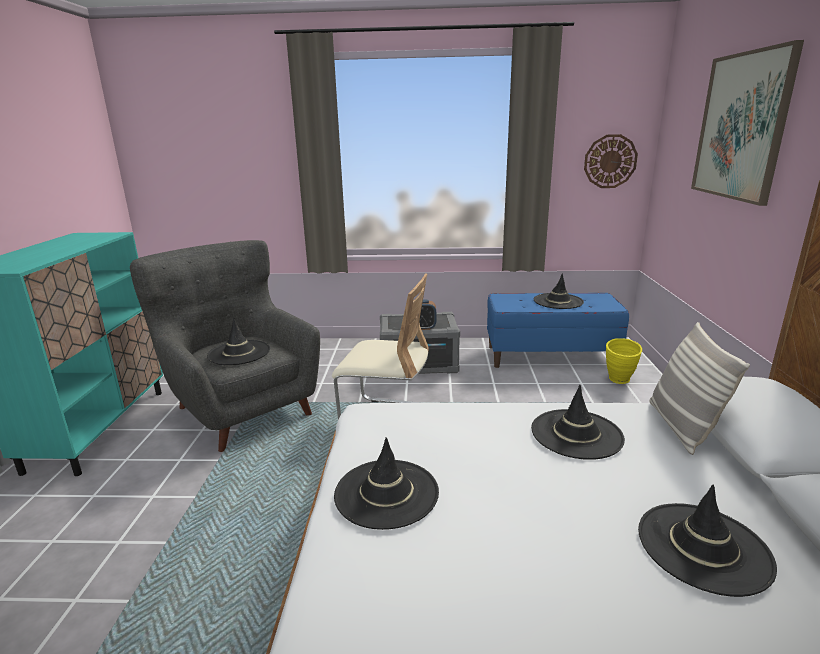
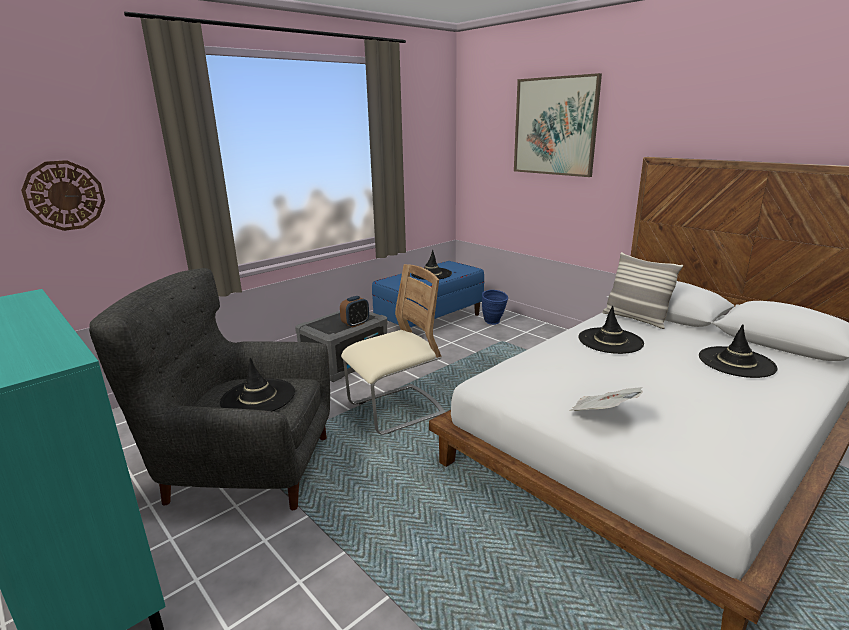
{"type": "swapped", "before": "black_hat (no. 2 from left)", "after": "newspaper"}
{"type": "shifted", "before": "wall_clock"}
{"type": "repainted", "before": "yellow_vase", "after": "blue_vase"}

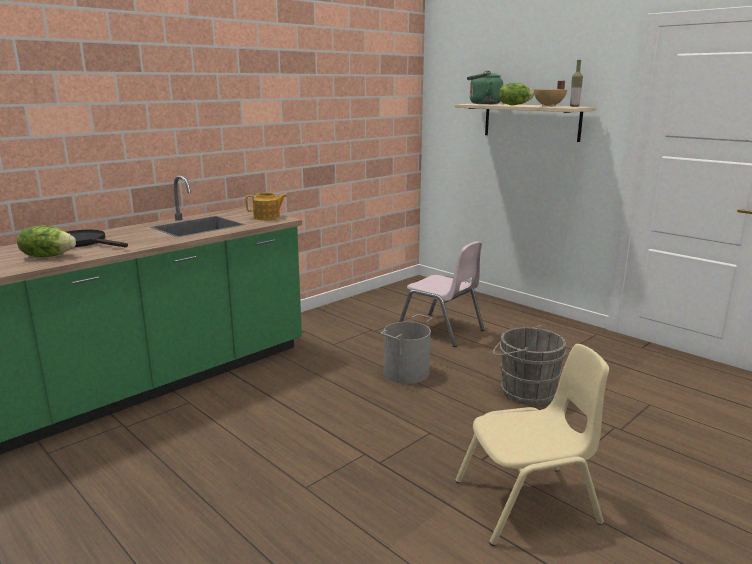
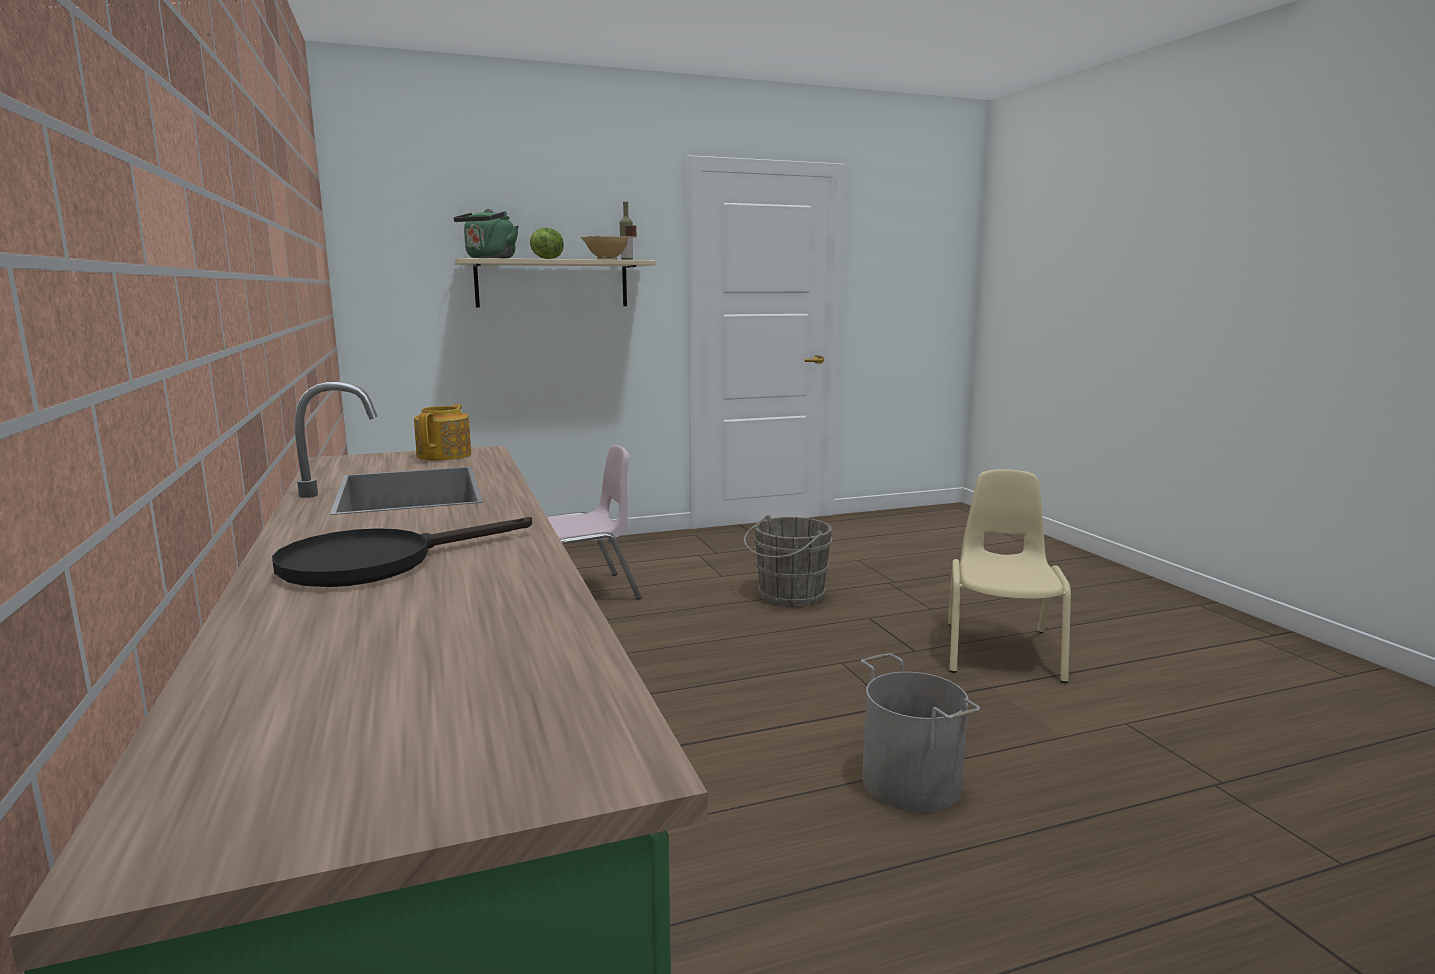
{"type": "gone", "before": "lettuce (no. 1 from left)"}
{"type": "shifted", "before": "grey_bucket (no. 1 from left in the first image)", "after": "grey_bucket (no. 2 from left)"}

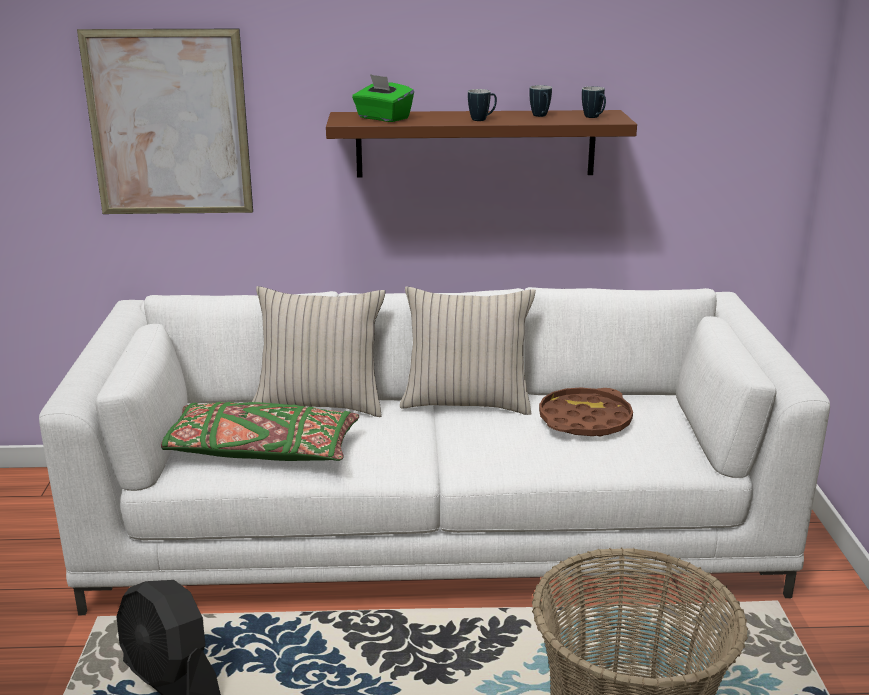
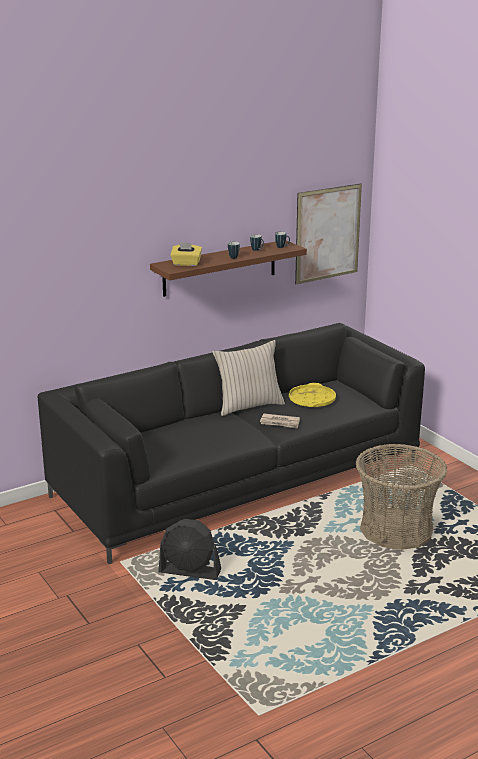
{"type": "repainted", "before": "white_sofa", "after": "black_sofa"}
{"type": "shifted", "before": "picture"}
{"type": "gone", "before": "green_pillow"}
{"type": "gone", "before": "beige_pillow (no. 1 from left)"}
{"type": "repainted", "before": "green_tissue_box", "after": "yellow_tissue_box"}
{"type": "repainted", "before": "brown_tray", "after": "yellow_tray"}
{"type": "new", "after": "newspaper"}

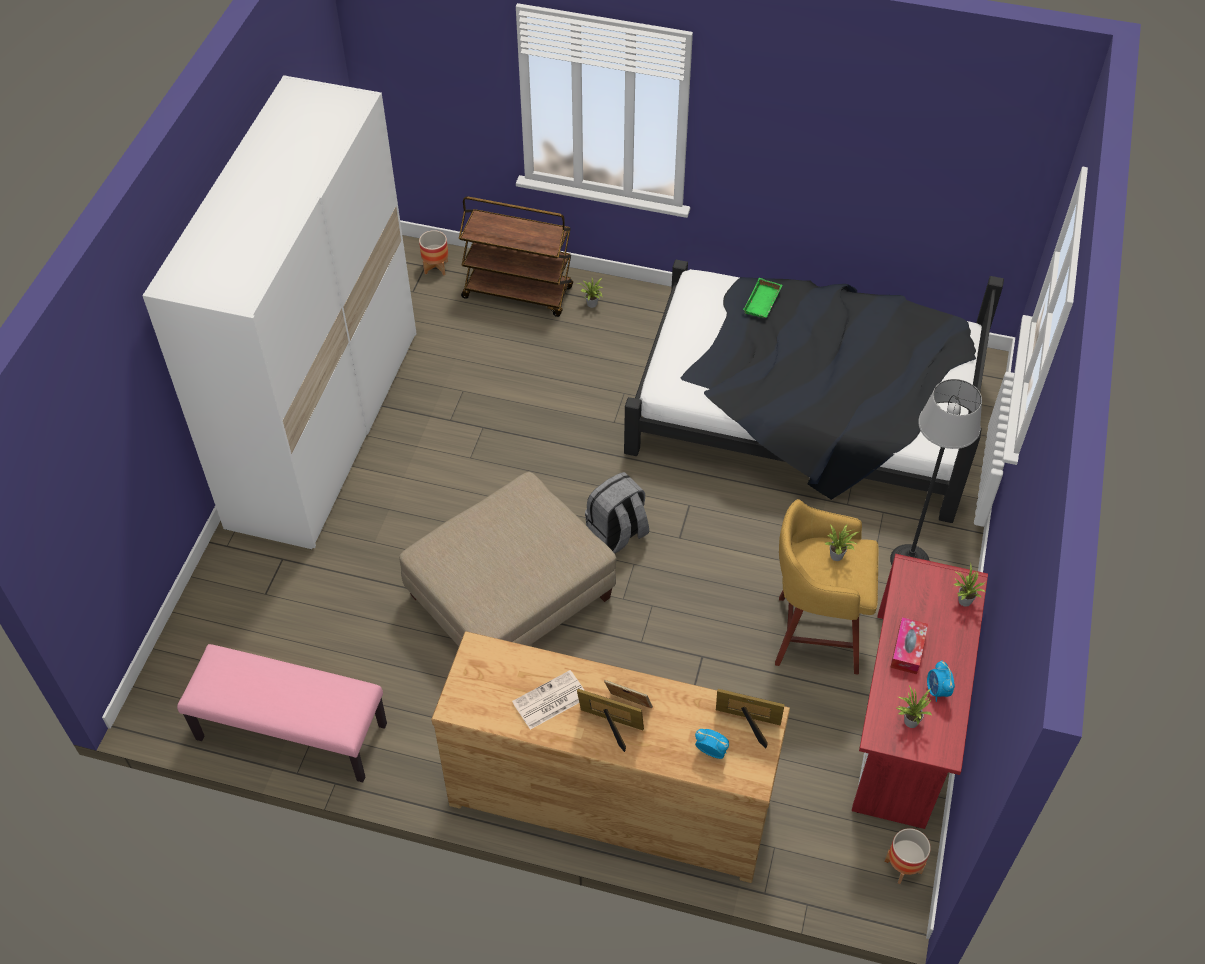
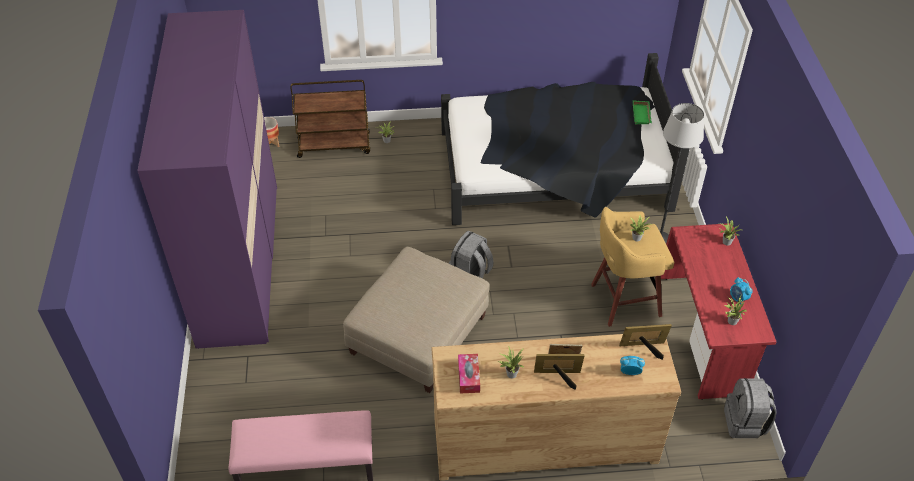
{"type": "repainted", "before": "white_wardrobe", "after": "purple_wardrobe"}
{"type": "swapped", "before": "newspaper", "after": "potted_plant (no. 2 from left)"}
{"type": "shifted", "before": "green_tray"}
{"type": "swapped", "before": "planter (no. 2 from left)", "after": "grey_backpack (no. 2 from left)"}
{"type": "shifted", "before": "tissue_box"}

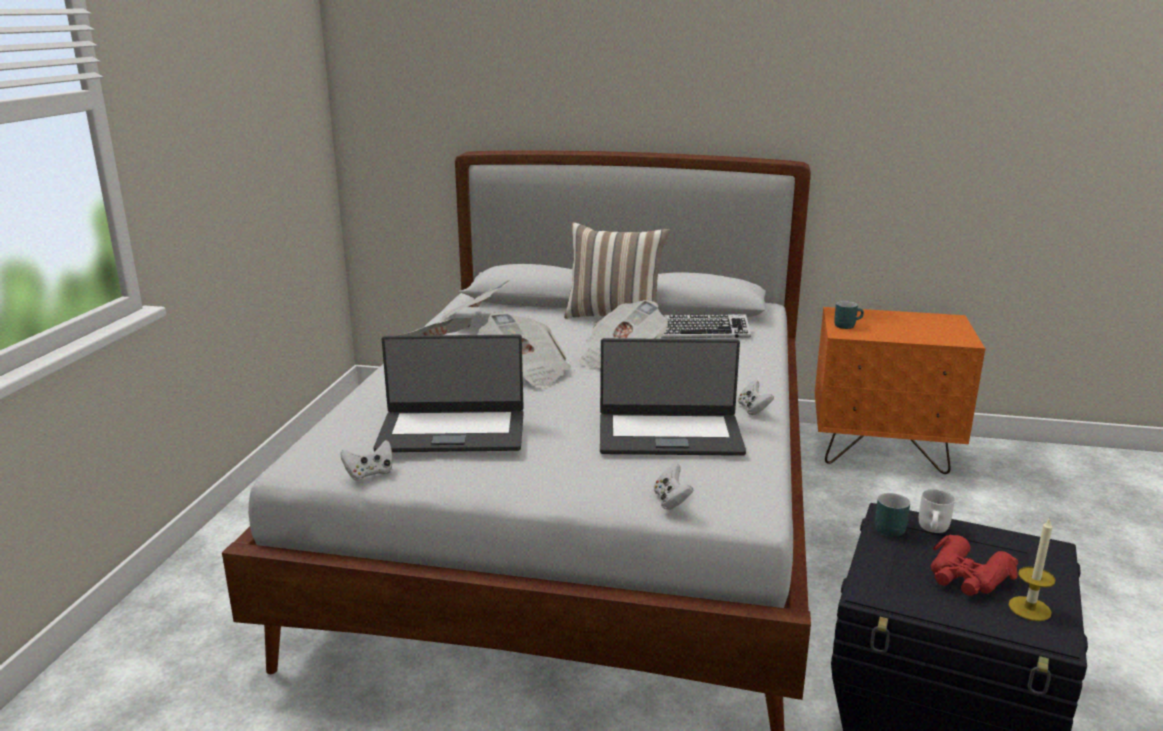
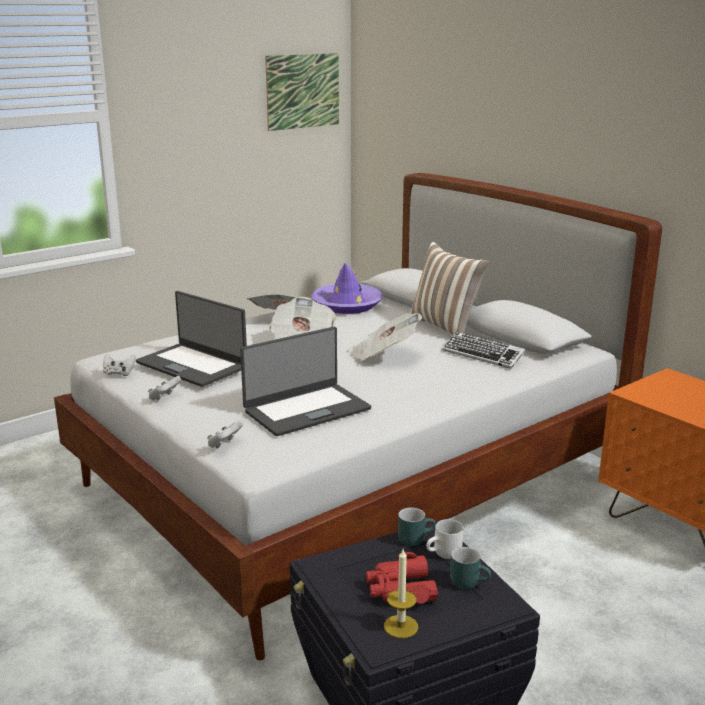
{"type": "swapped", "before": "newspaper (no. 2 from left)", "after": "purple_hat"}
{"type": "rotated", "before": "laptop (no. 2 from left)", "turn": -75}
{"type": "shifted", "before": "white_game_controller (no. 3 from left in the first image)", "after": "white_game_controller (no. 2 from left)"}
{"type": "shifted", "before": "turquoise_mug (no. 1 from left in the first image)", "after": "turquoise_mug (no. 2 from left)"}
{"type": "new", "after": "picture"}

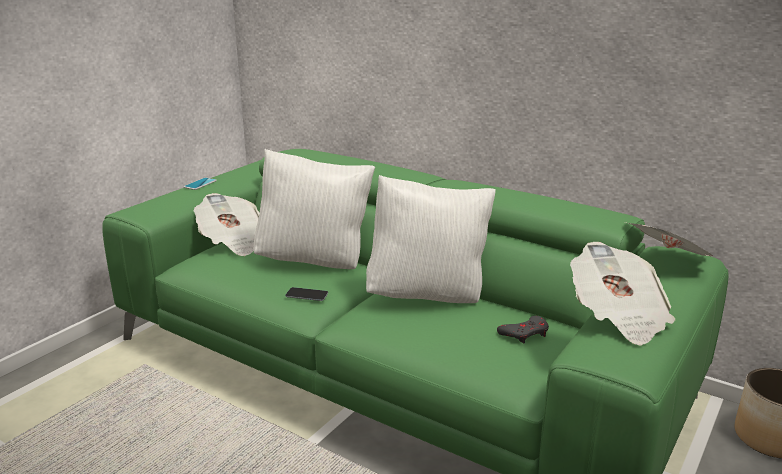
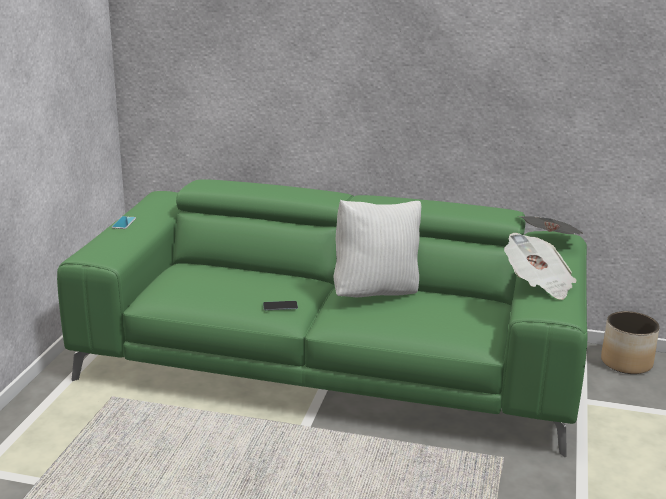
{"type": "gone", "before": "newspaper (no. 1 from left)"}
{"type": "gone", "before": "white_pillow (no. 1 from left)"}
{"type": "gone", "before": "grey_game_controller"}

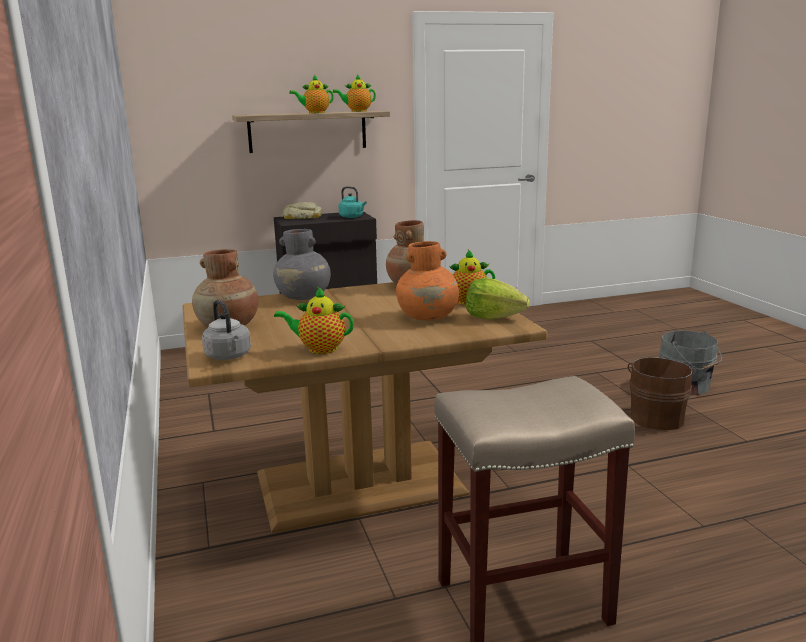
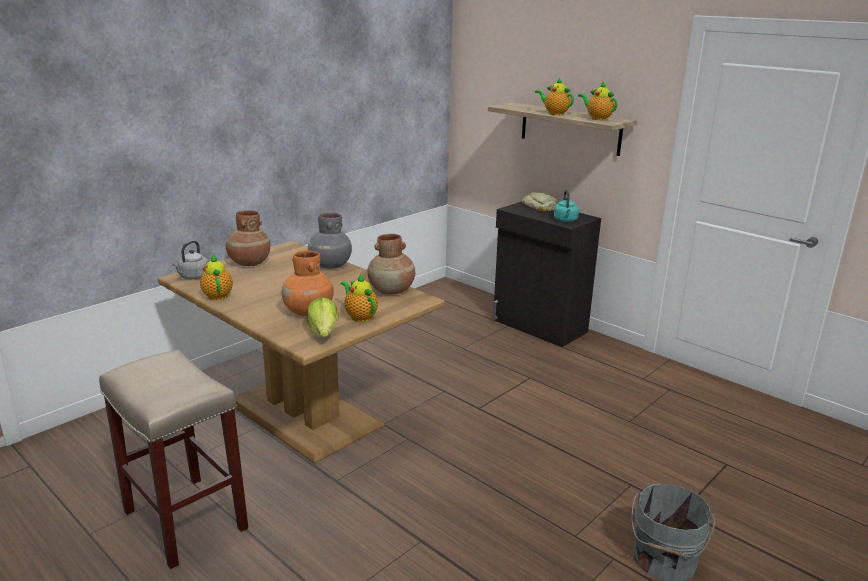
{"type": "gone", "before": "brown_bucket"}

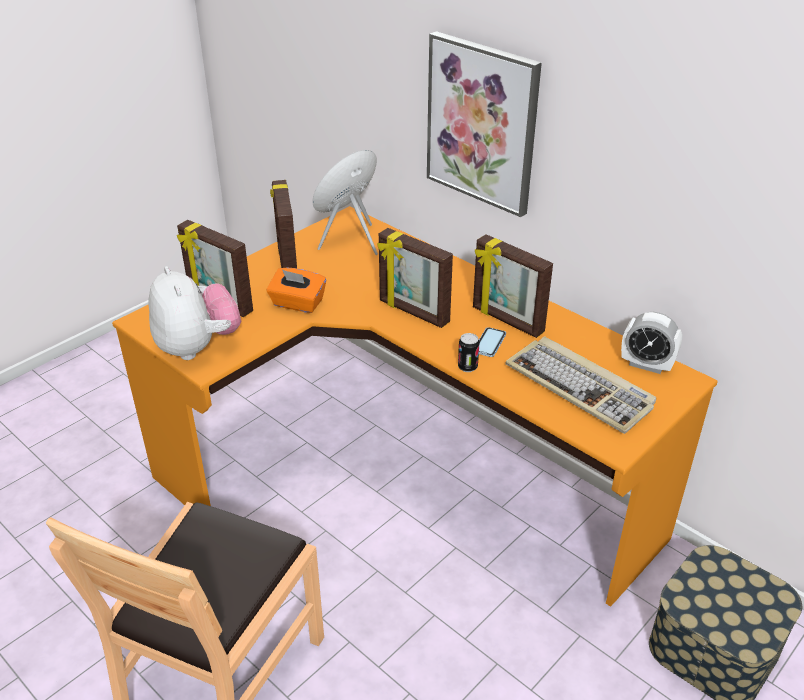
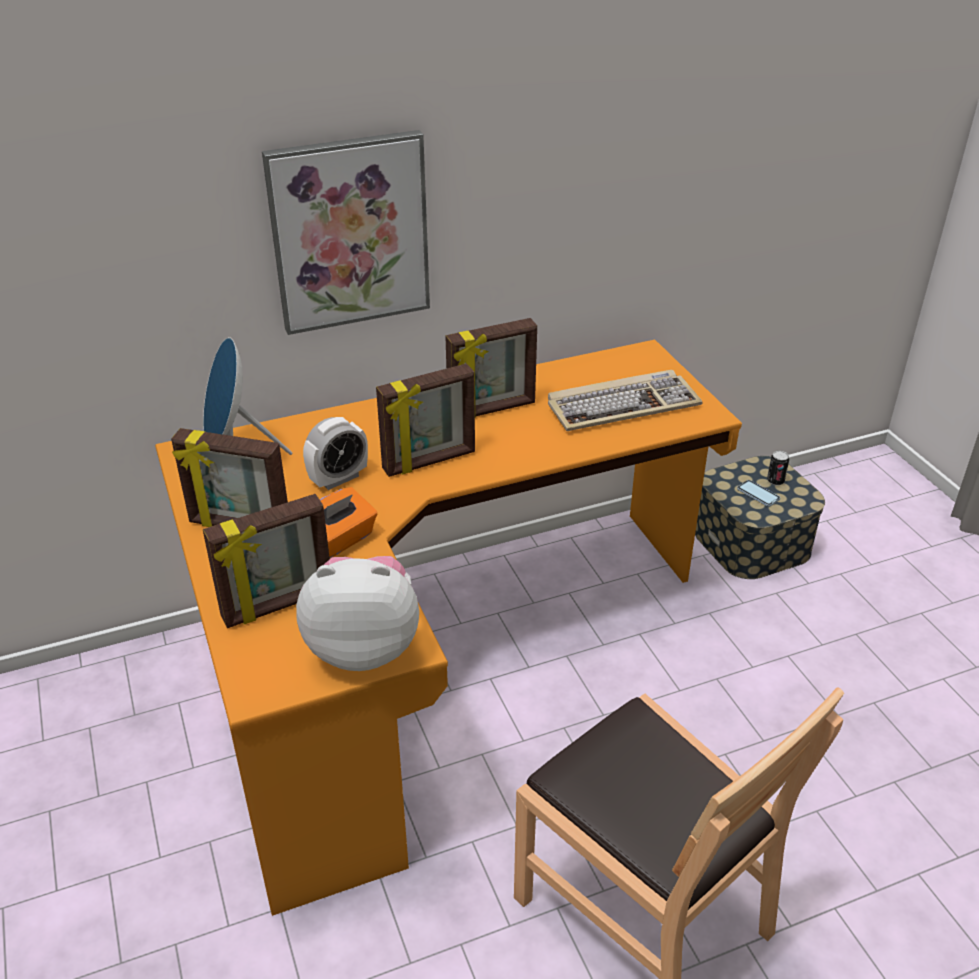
{"type": "shifted", "before": "can"}
{"type": "shifted", "before": "phone"}
{"type": "shifted", "before": "alarm_clock"}

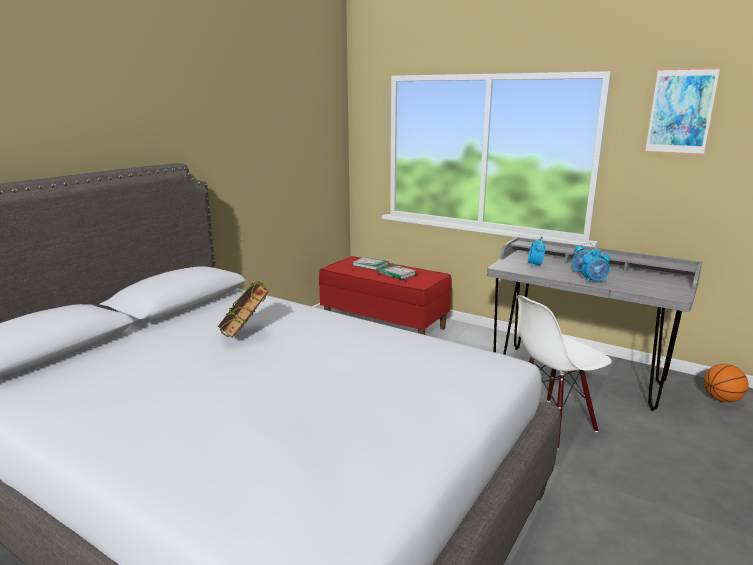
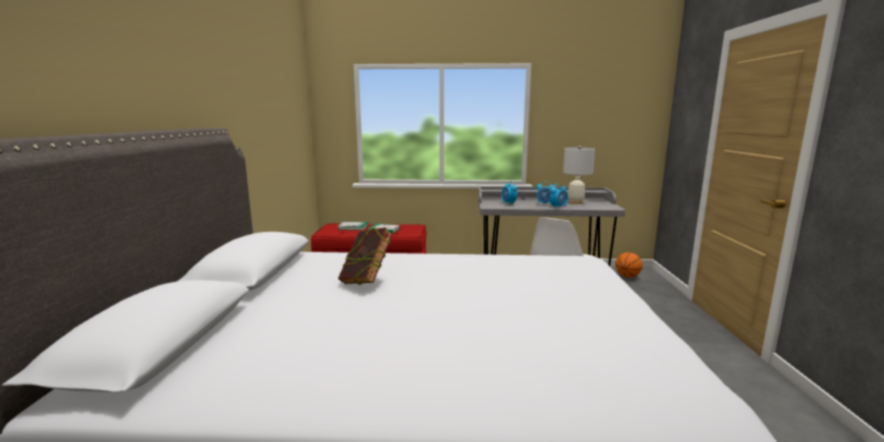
{"type": "gone", "before": "picture"}
{"type": "new", "after": "white_table_lamp"}

